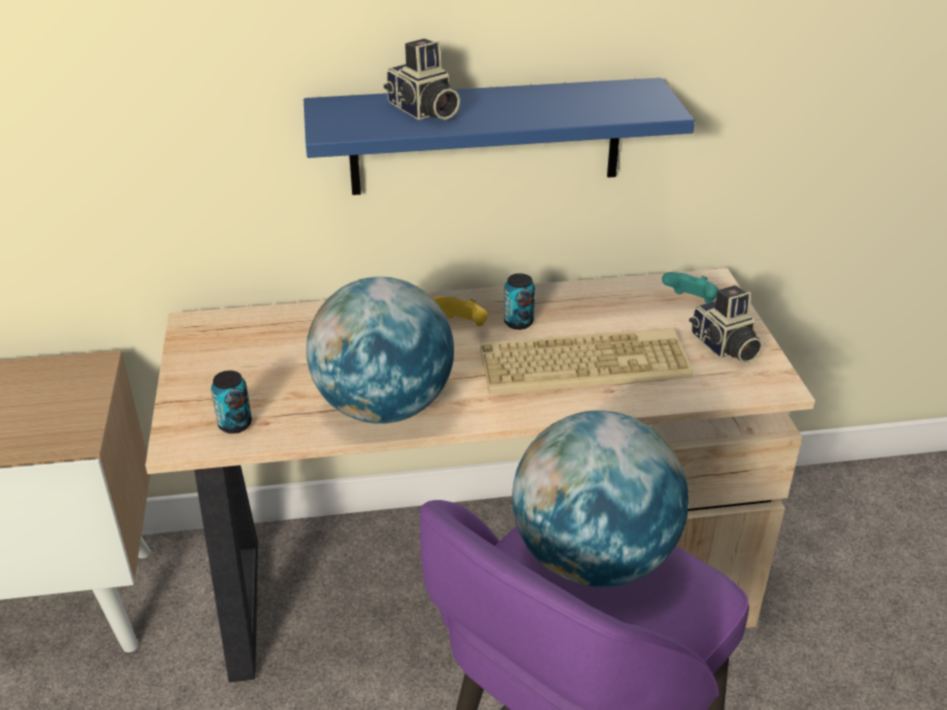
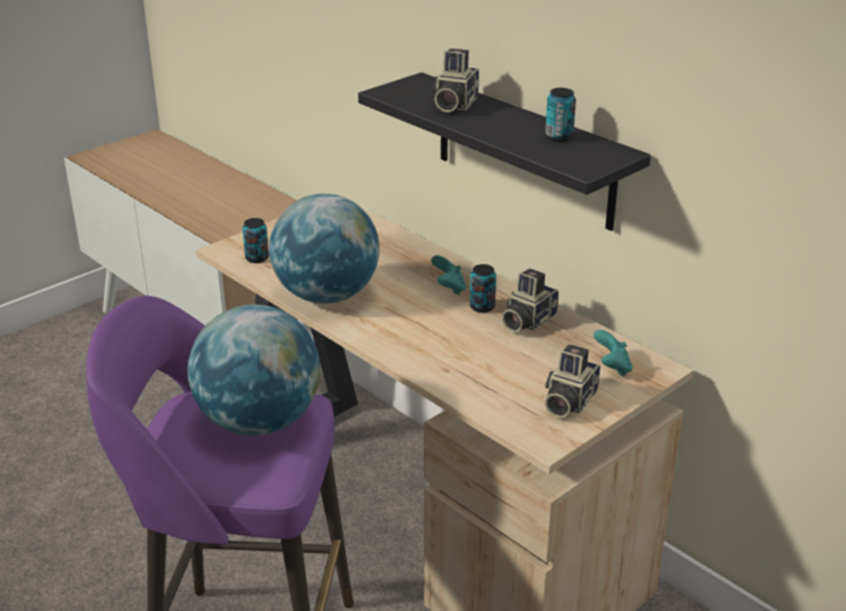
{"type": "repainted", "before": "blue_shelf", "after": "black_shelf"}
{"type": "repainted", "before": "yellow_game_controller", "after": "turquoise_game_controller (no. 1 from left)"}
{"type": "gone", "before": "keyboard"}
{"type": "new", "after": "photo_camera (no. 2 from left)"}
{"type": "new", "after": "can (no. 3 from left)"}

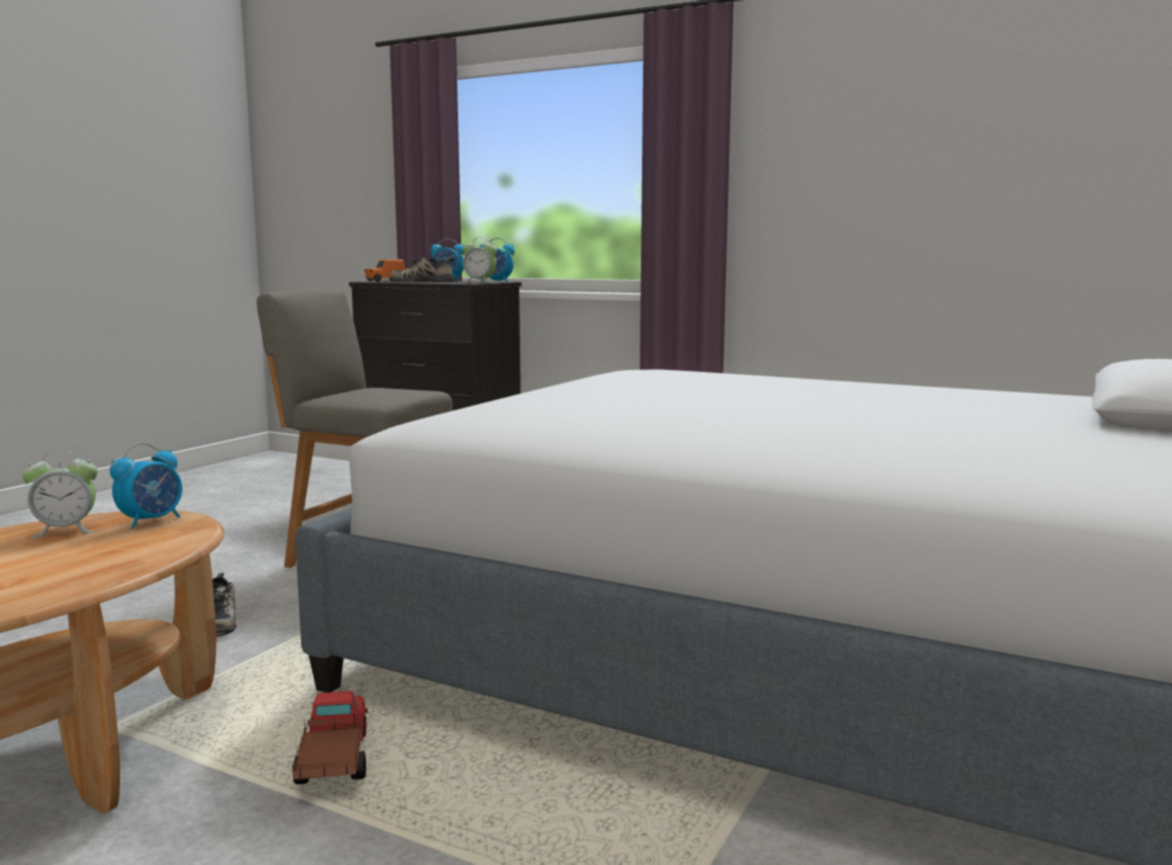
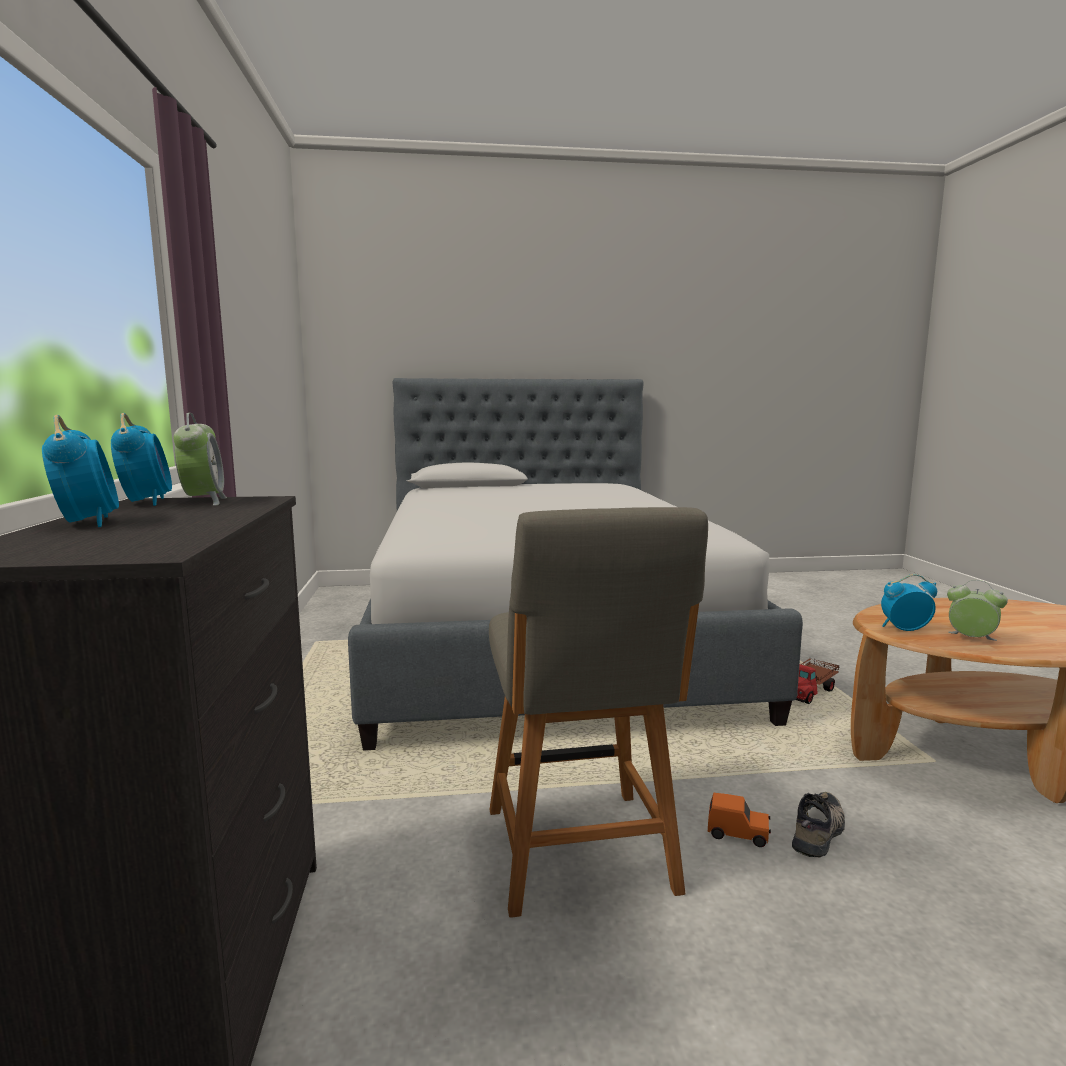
{"type": "shifted", "before": "orange_toy_car"}
{"type": "gone", "before": "shoe (no. 2 from left)"}

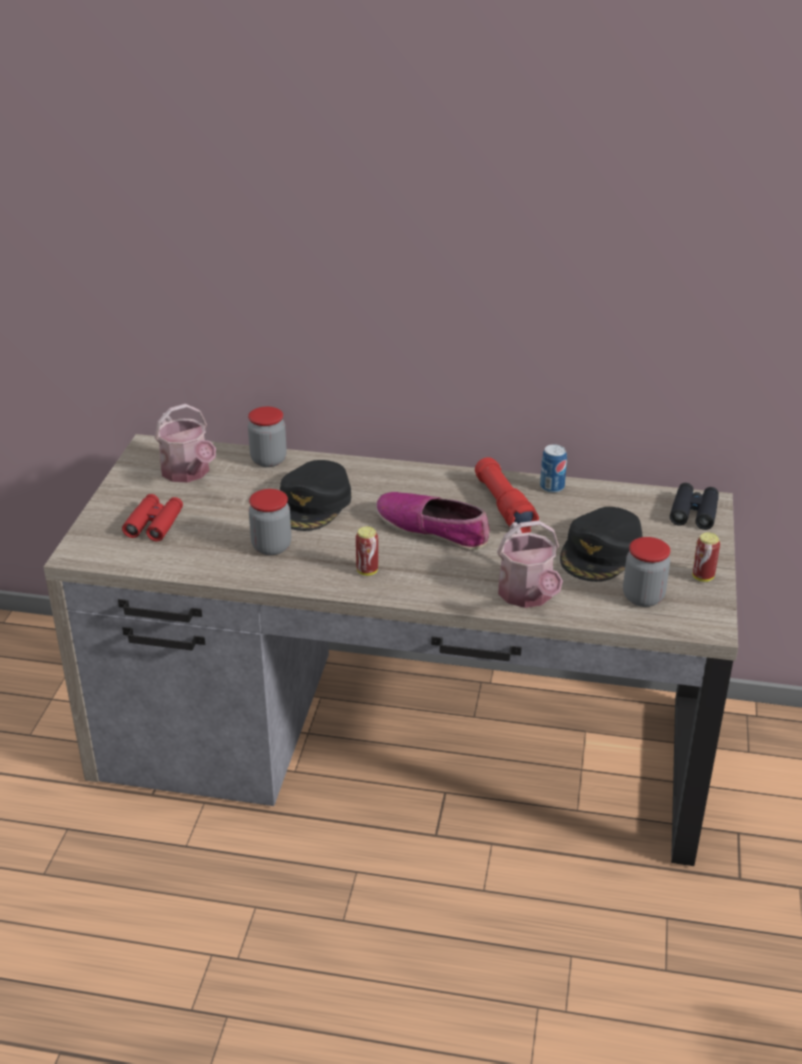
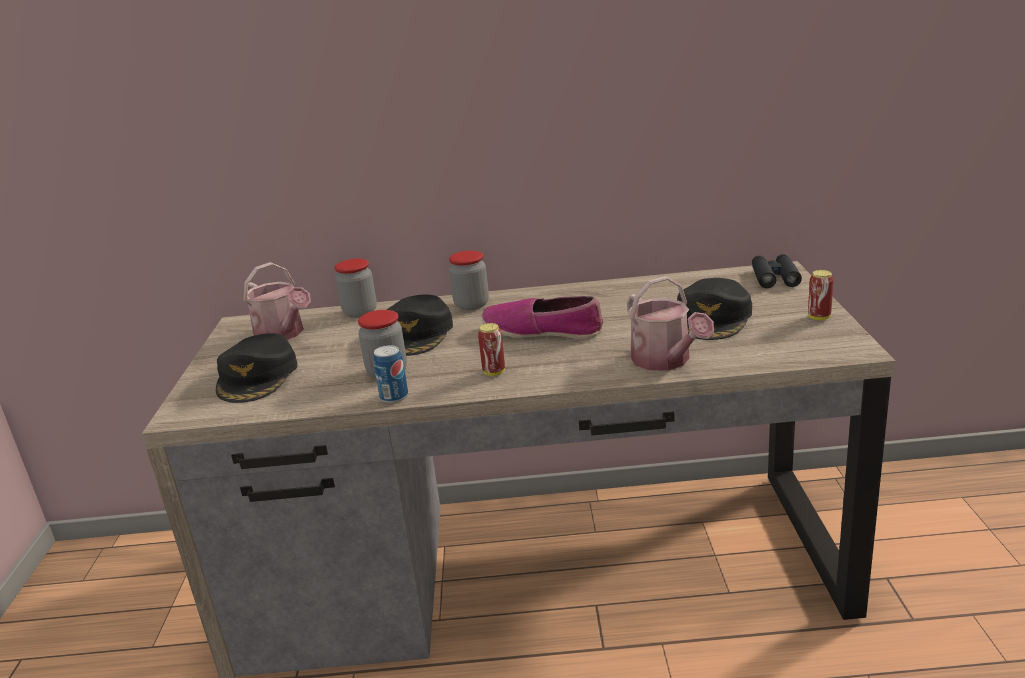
{"type": "swapped", "before": "red_binoculars", "after": "black_cap (no. 1 from left)"}
{"type": "gone", "before": "red_flashlight"}
{"type": "shifted", "before": "can (no. 2 from left in the first image)", "after": "can (no. 1 from left)"}
{"type": "shifted", "before": "jar (no. 3 from left)"}

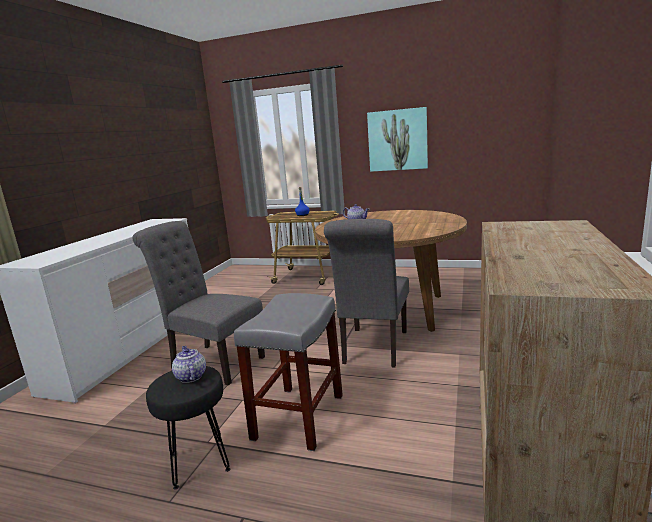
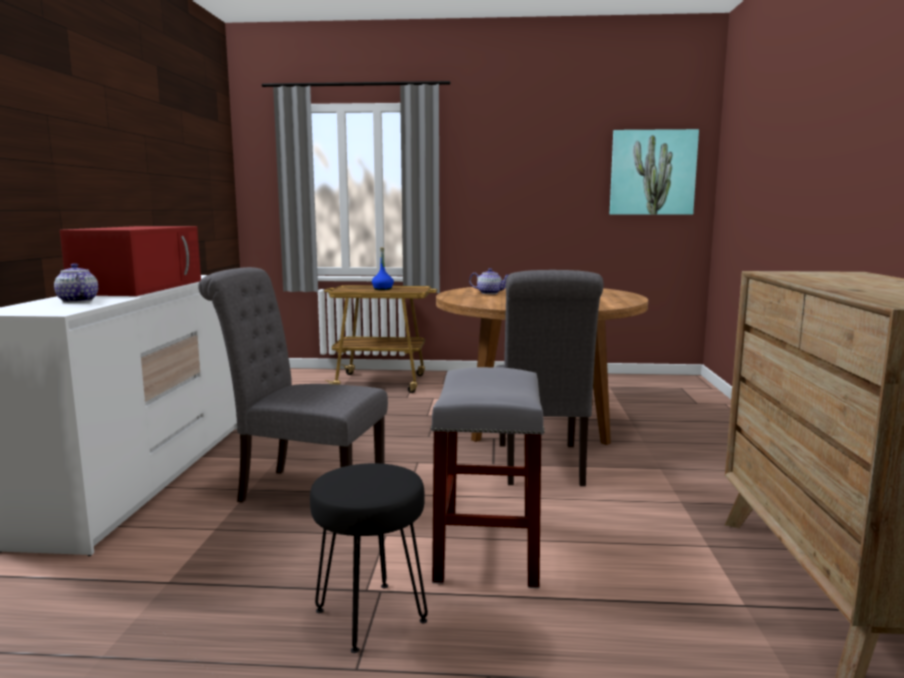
{"type": "shifted", "before": "teapot (no. 1 from left)"}
{"type": "shifted", "before": "picture"}
{"type": "new", "after": "red_microwave"}

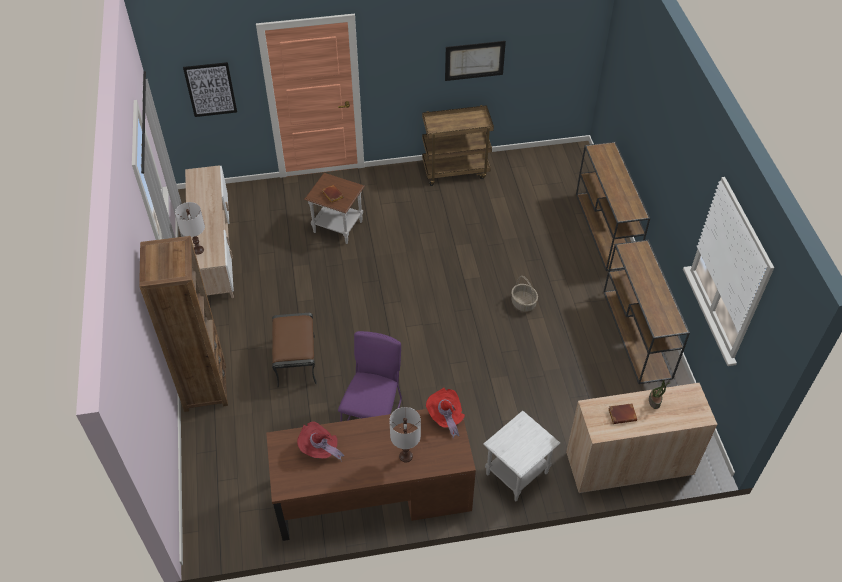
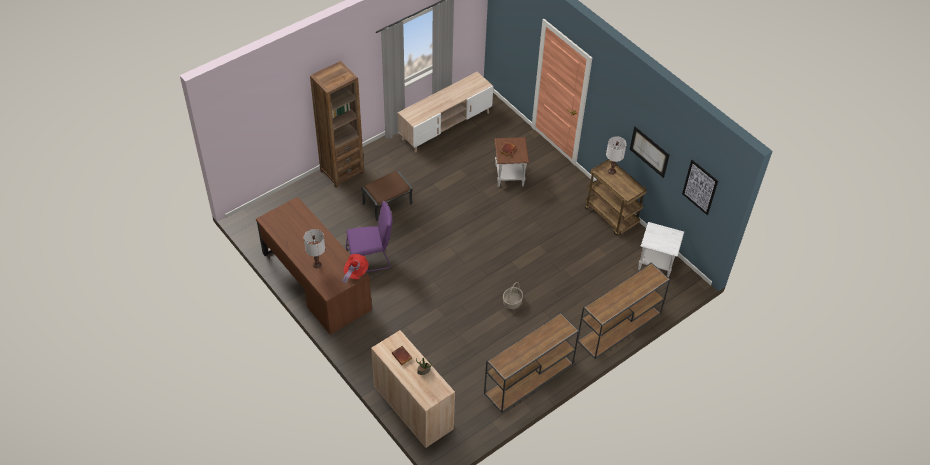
{"type": "shifted", "before": "white_table_lamp (no. 1 from left in the first image)", "after": "white_table_lamp (no. 2 from left)"}
{"type": "shifted", "before": "picture (no. 1 from left in the first image)", "after": "picture (no. 2 from left)"}
{"type": "gone", "before": "red_hat (no. 1 from left)"}
{"type": "shifted", "before": "white_side_table"}

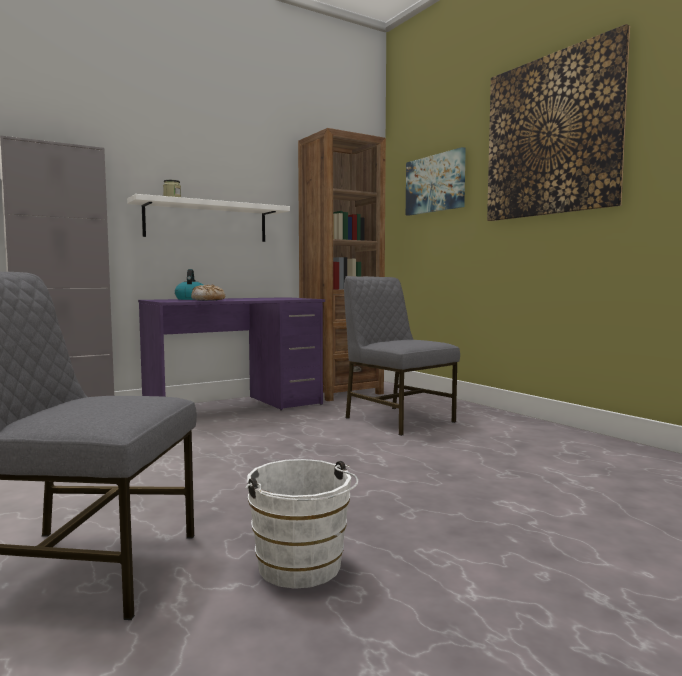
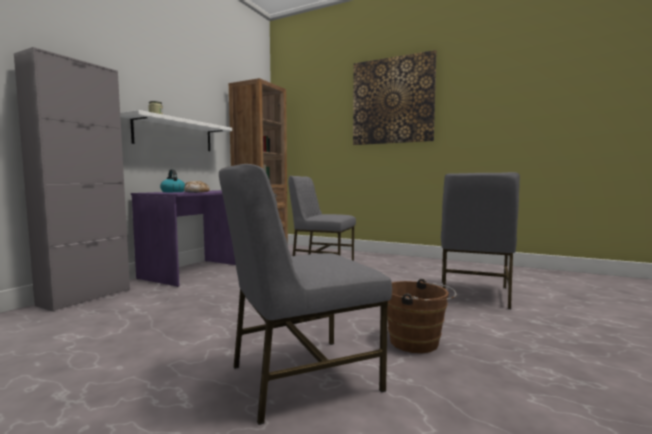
{"type": "repainted", "before": "white_bucket", "after": "brown_bucket"}
{"type": "gone", "before": "picture (no. 1 from left)"}
{"type": "new", "after": "grey_chair (no. 3 from left)"}

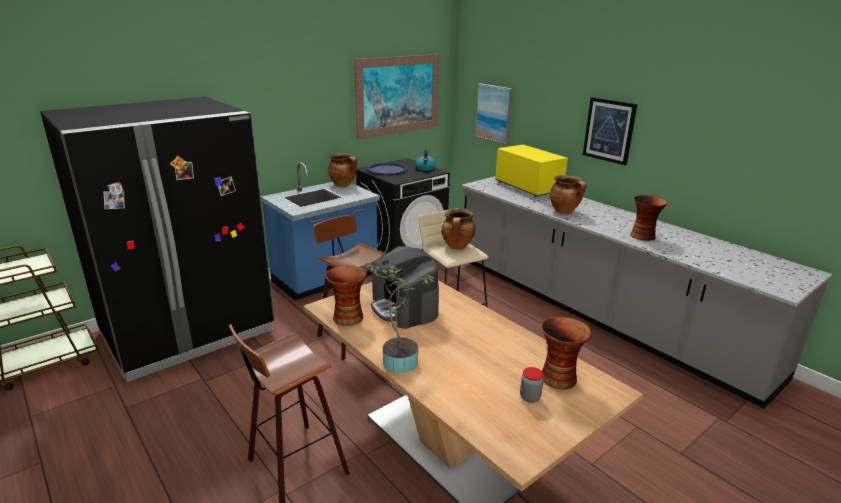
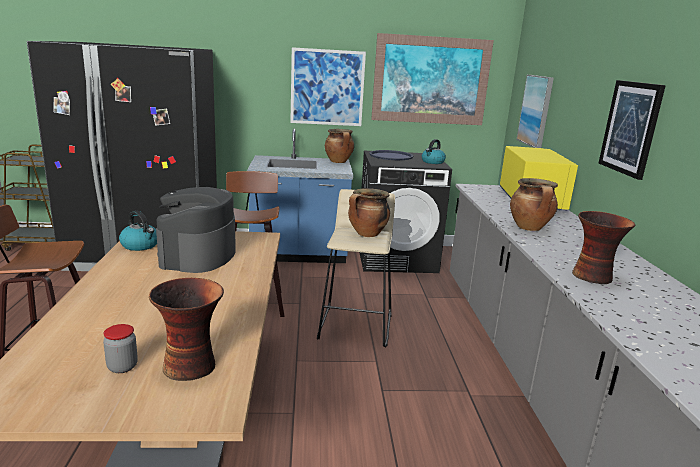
{"type": "swapped", "before": "vase (no. 1 from left)", "after": "kettle (no. 1 from left)"}
{"type": "gone", "before": "potted_plant"}
{"type": "new", "after": "picture (no. 1 from left)"}

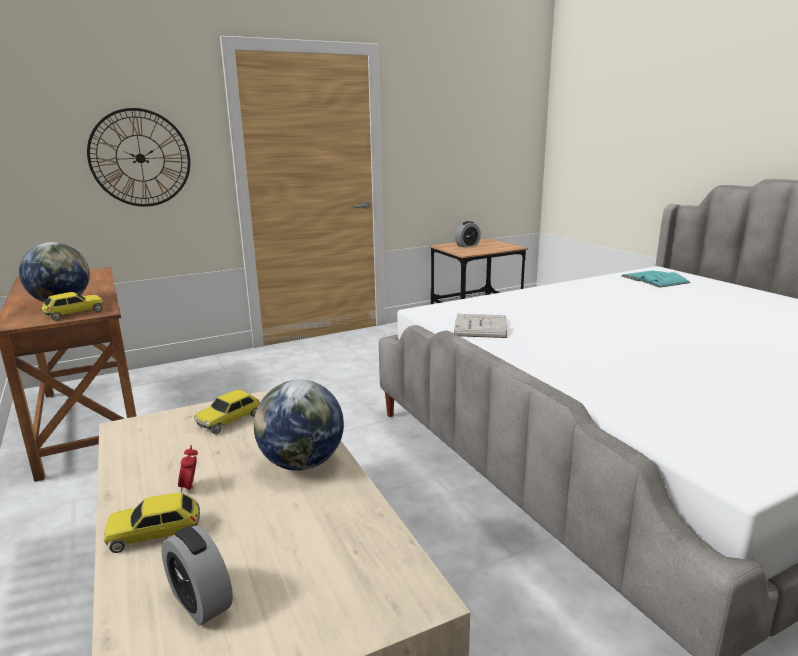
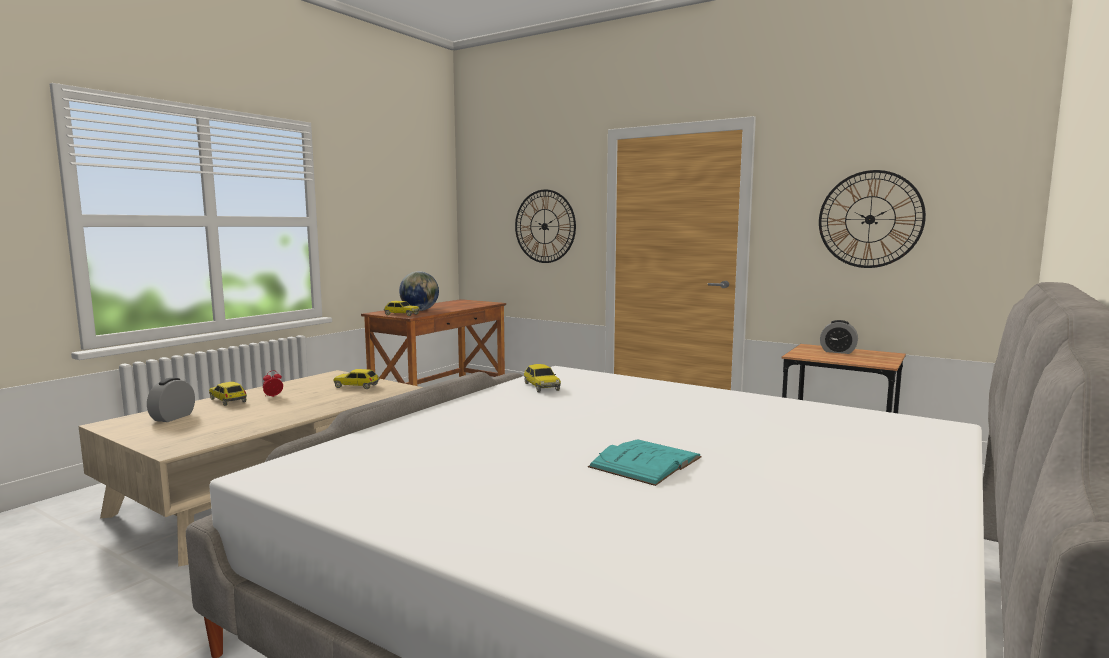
{"type": "gone", "before": "globe (no. 2 from left)"}
{"type": "swapped", "before": "white_book", "after": "toy_car (no. 4 from left)"}
{"type": "shifted", "before": "turquoise_book"}
{"type": "new", "after": "wall_clock (no. 2 from left)"}

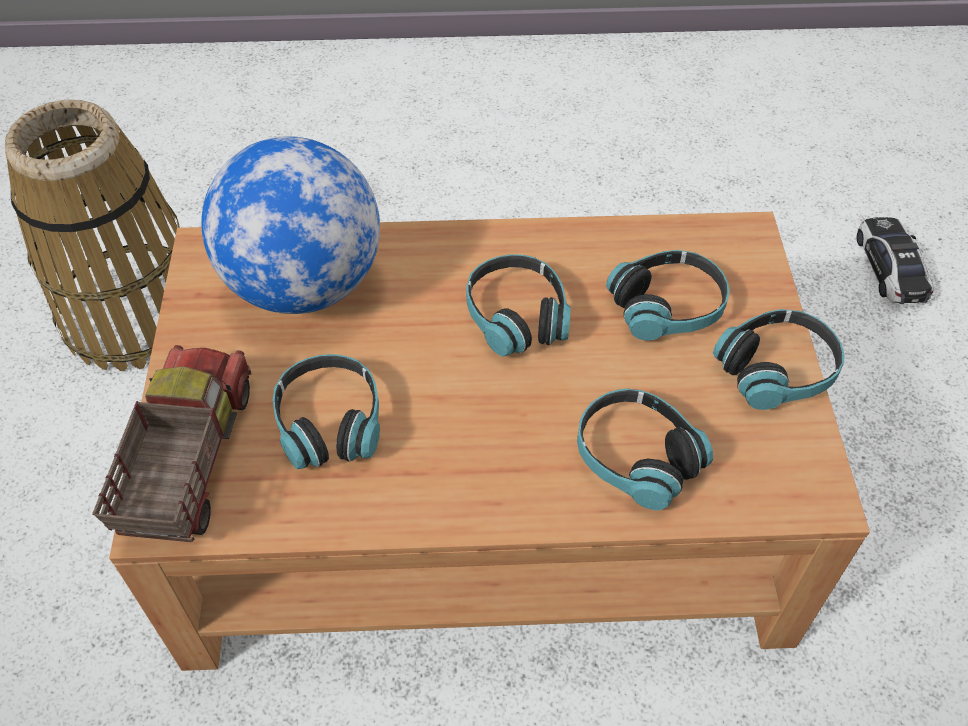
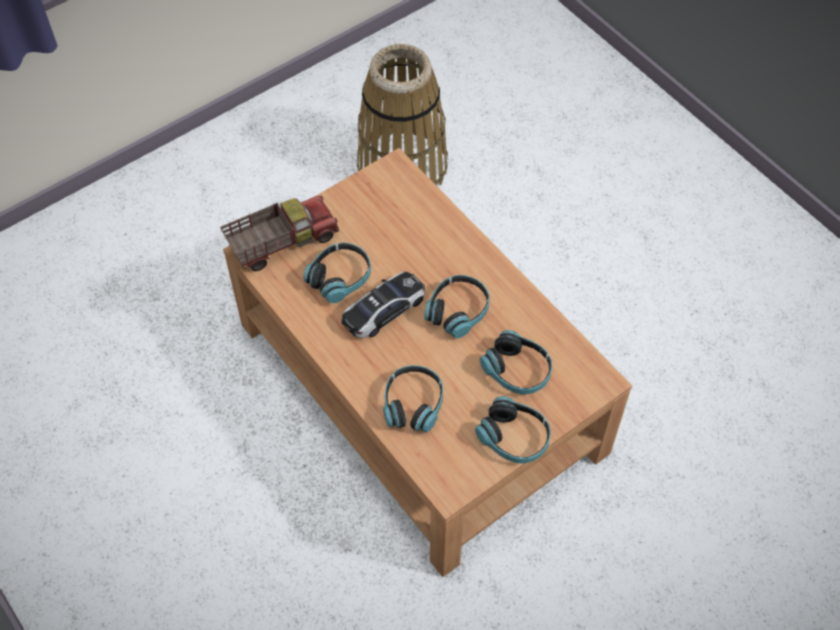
{"type": "gone", "before": "globe"}
{"type": "shifted", "before": "toy_car"}

